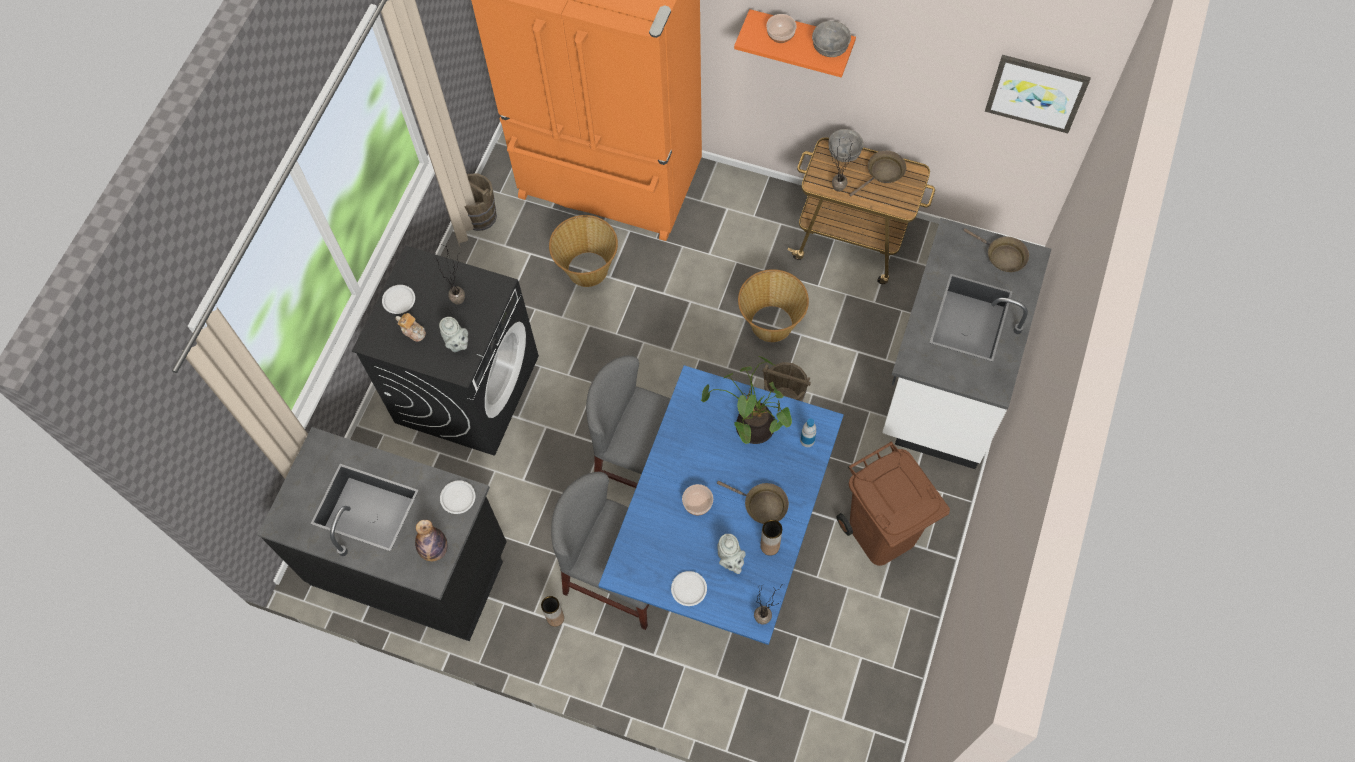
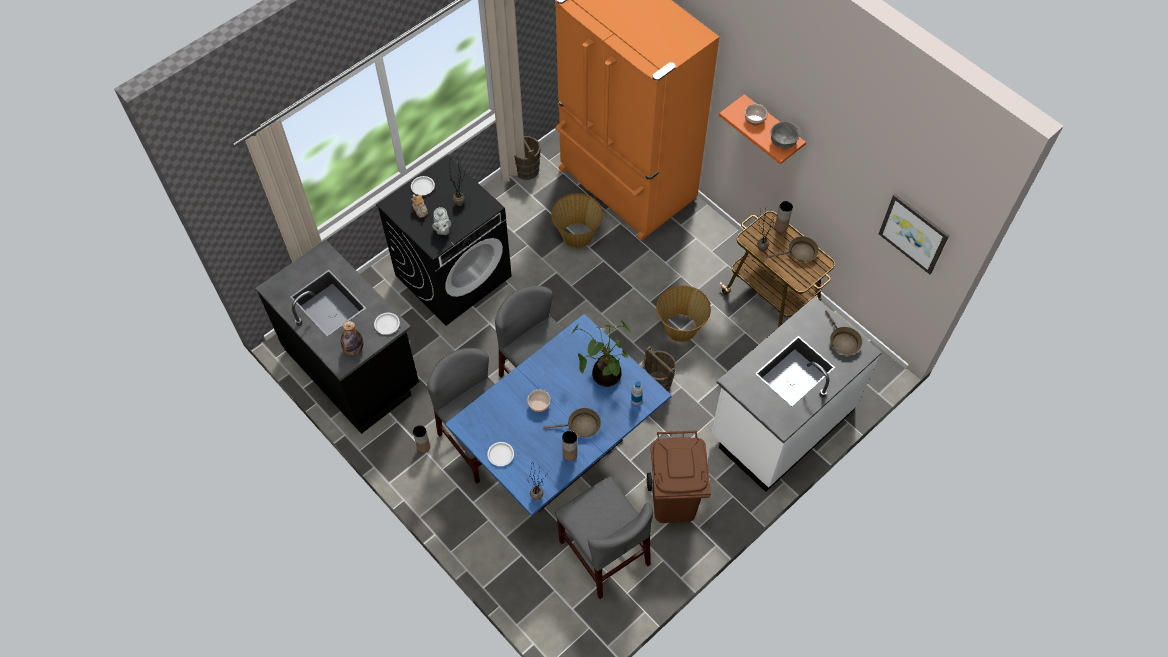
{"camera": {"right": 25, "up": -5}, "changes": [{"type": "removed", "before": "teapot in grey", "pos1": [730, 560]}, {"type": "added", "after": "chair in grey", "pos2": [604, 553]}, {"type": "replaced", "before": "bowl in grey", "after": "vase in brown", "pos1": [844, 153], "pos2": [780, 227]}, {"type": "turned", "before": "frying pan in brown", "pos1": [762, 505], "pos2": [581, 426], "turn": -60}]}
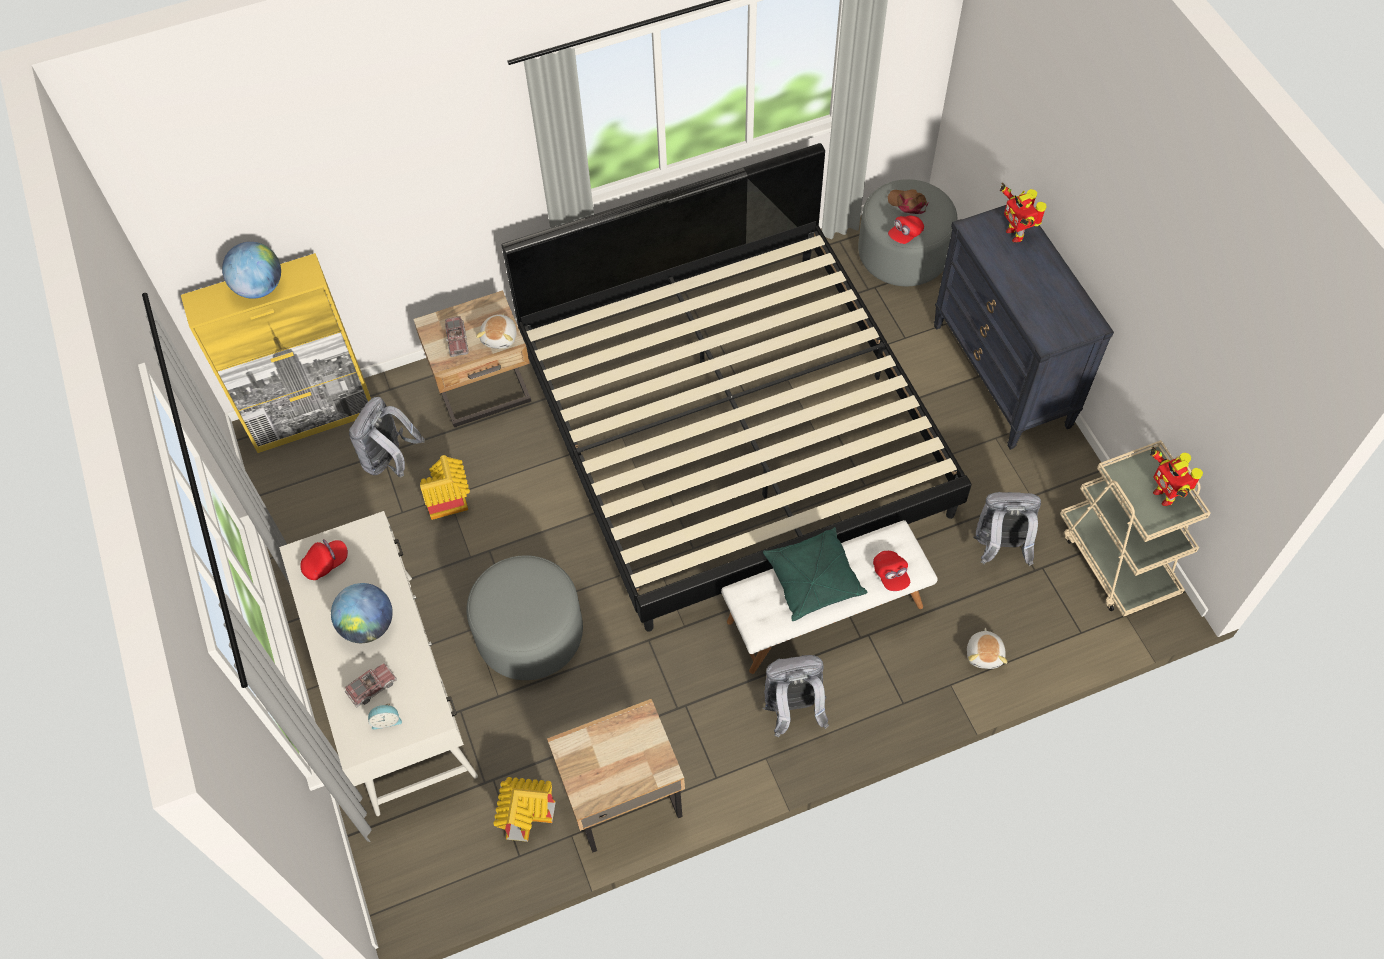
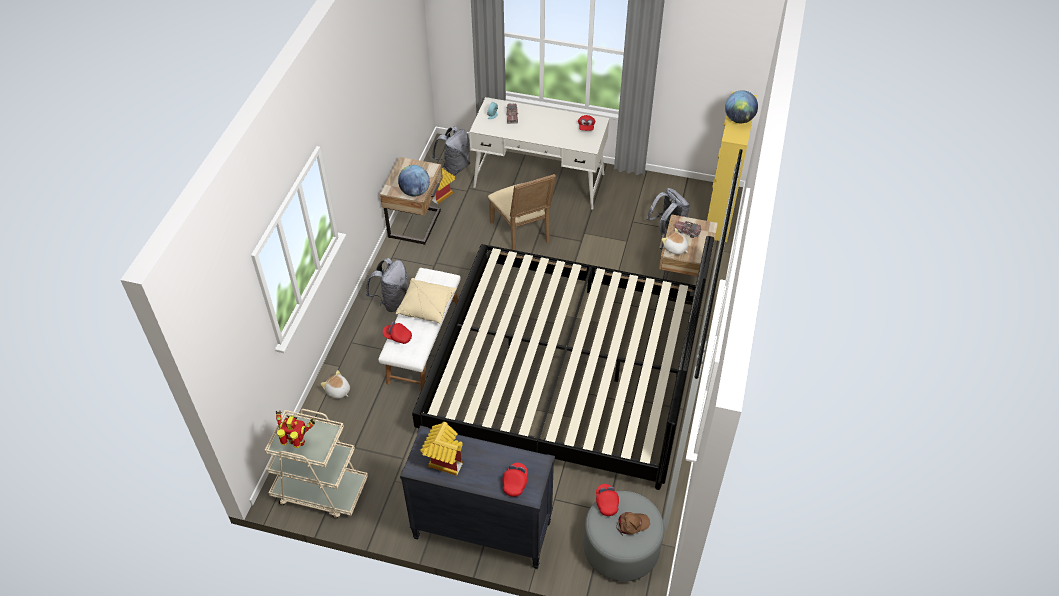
{"camera": {"right": 125, "up": -10}, "changes": [{"type": "moved", "before": "globe", "pos1": [368, 625], "pos2": [415, 192]}, {"type": "moved", "before": "toy house", "pos1": [450, 503], "pos2": [443, 459]}, {"type": "moved", "before": "backpack in grey", "pos1": [1000, 547], "pos2": [454, 167]}, {"type": "replaced", "before": "ottoman in grey", "after": "chair in beige", "pos1": [530, 633], "pos2": [523, 234]}, {"type": "replaced", "before": "toy robot", "after": "cap in red", "pos1": [1015, 233], "pos2": [515, 482]}, {"type": "recoloured", "before": "pillow in green", "after": "pillow in beige", "pos1": [813, 580], "pos2": [427, 306]}]}
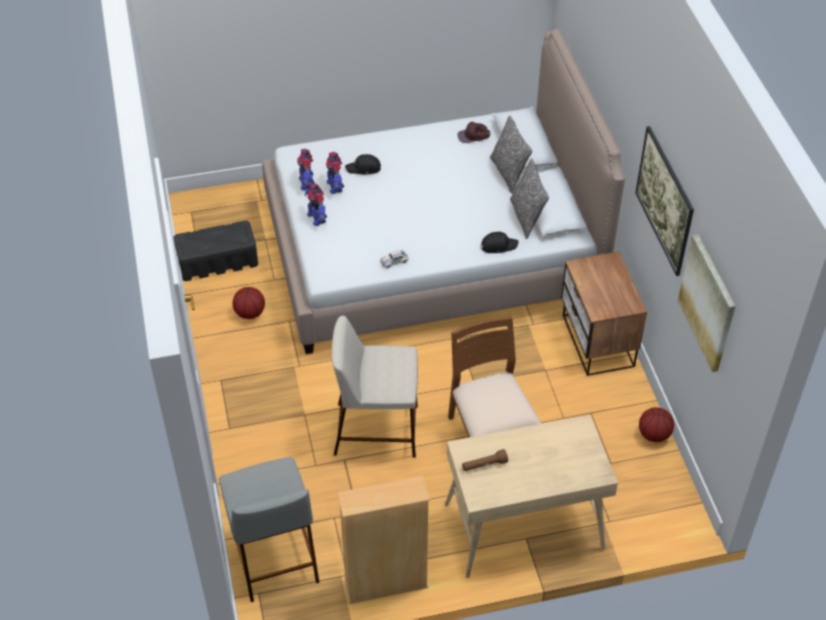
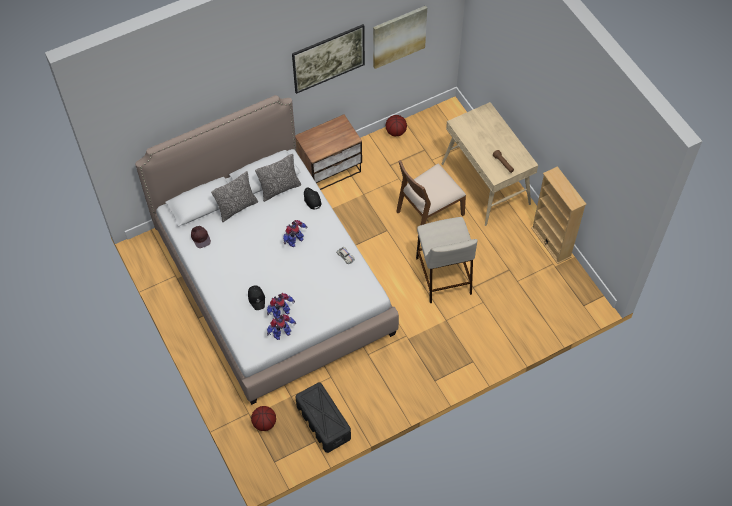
{"camera": {"right": -105, "up": 10}, "changes": [{"type": "removed", "before": "stool in grey", "pos1": [273, 554]}, {"type": "moved", "before": "basketball", "pos1": [249, 313], "pos2": [264, 423]}, {"type": "moved", "before": "toy robot", "pos1": [317, 217], "pos2": [295, 240]}]}
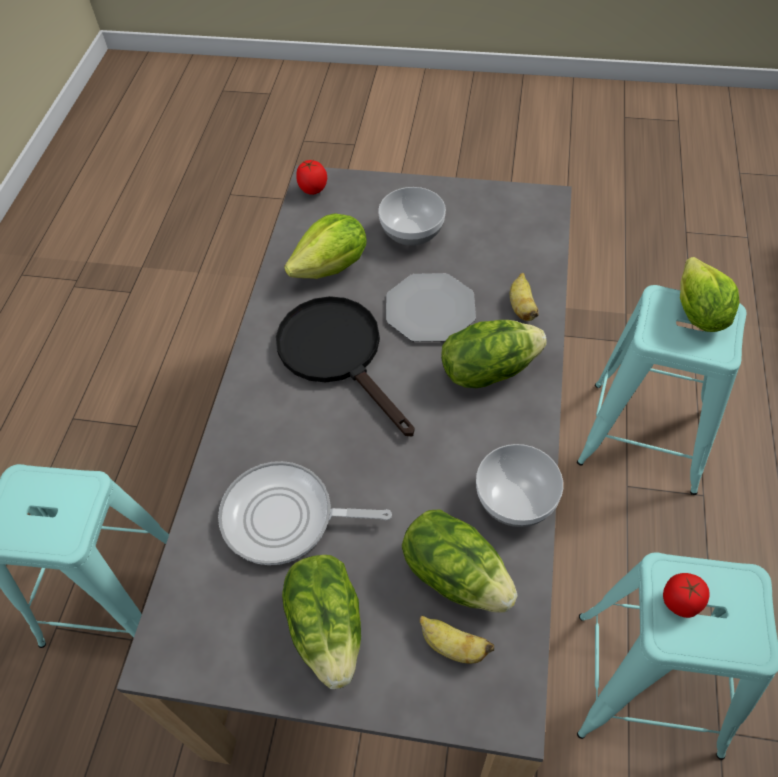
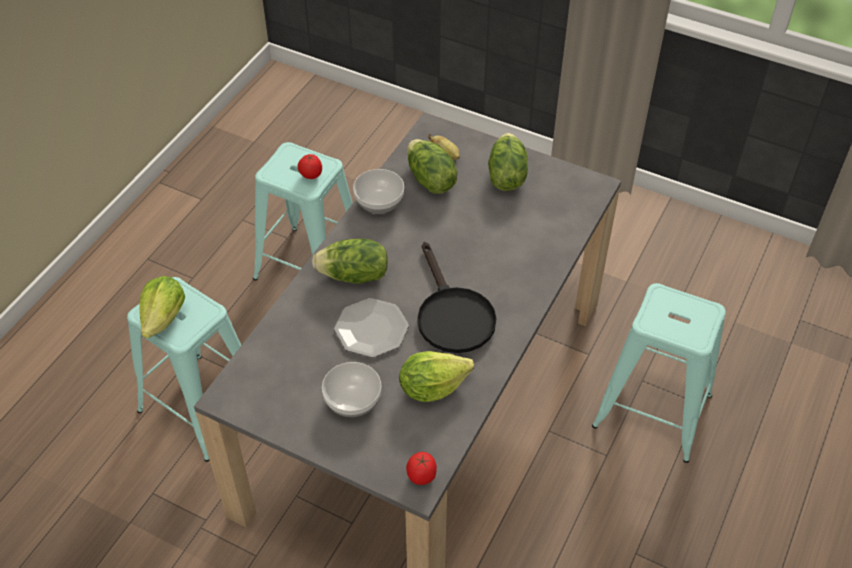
{"camera": {"right": -165, "up": -5}, "changes": [{"type": "removed", "before": "frying pan", "pos1": [285, 518]}, {"type": "removed", "before": "banana", "pos1": [521, 307]}]}
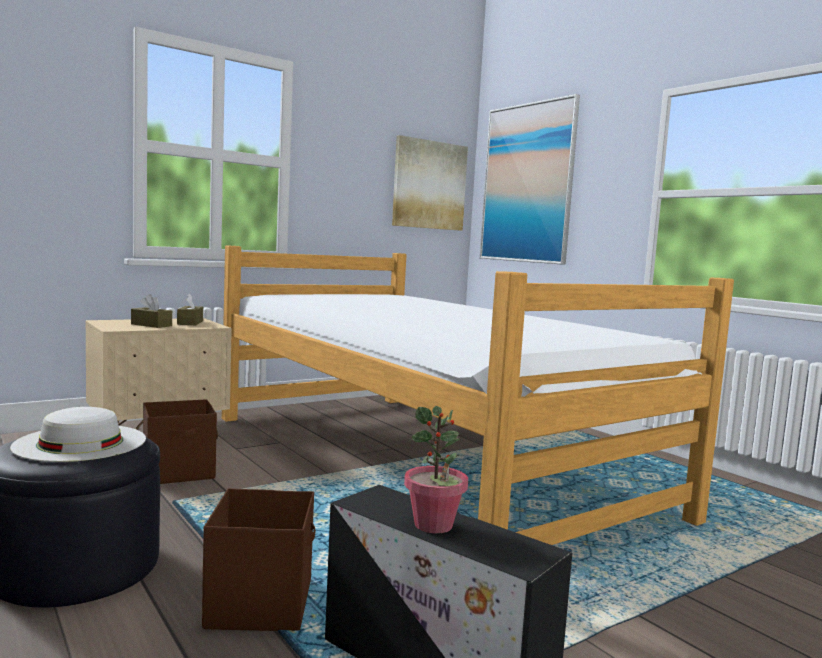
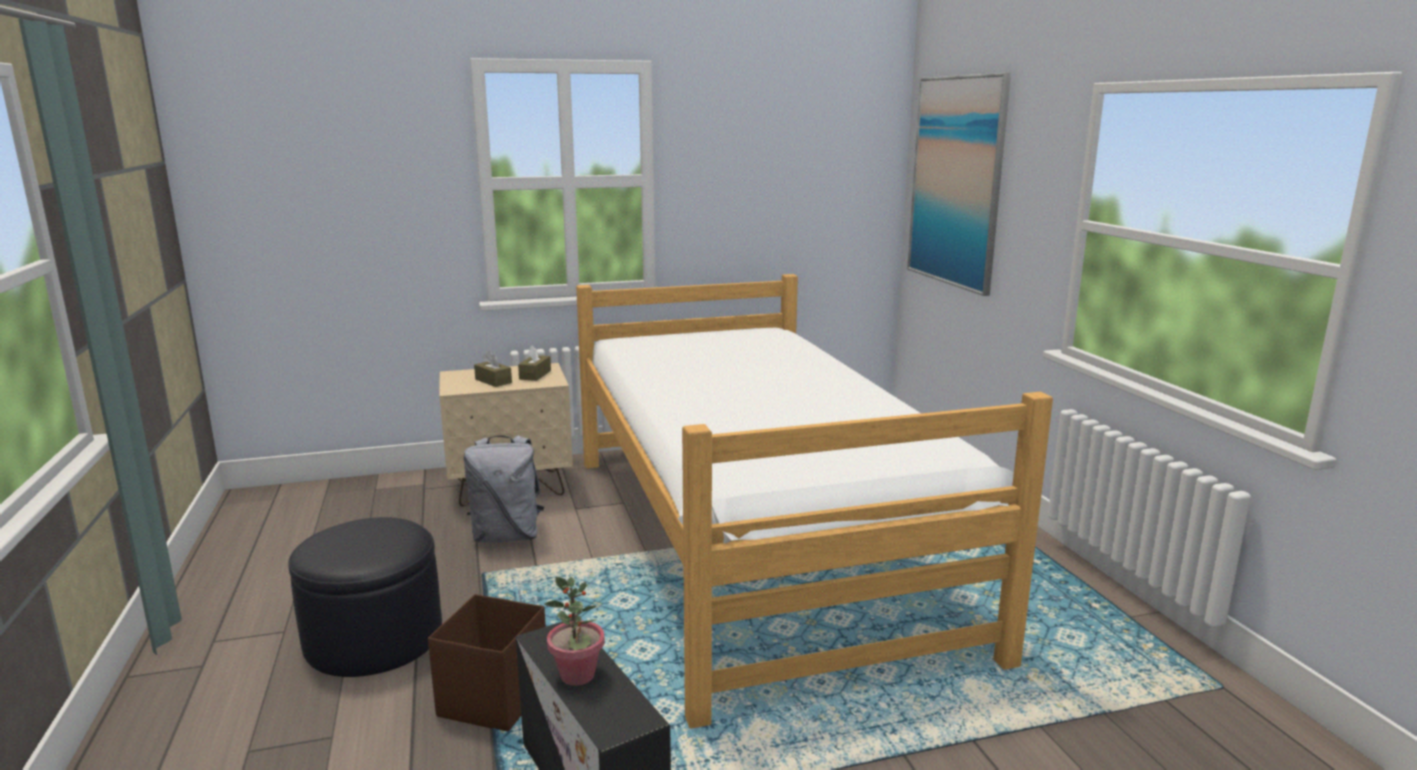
{"camera": {"right": 20, "up": 10}, "changes": [{"type": "removed", "before": "hat in white", "pos1": [80, 442]}, {"type": "removed", "before": "picture", "pos1": [429, 185]}, {"type": "replaced", "before": "storage box in brown", "after": "backpack in grey", "pos1": [179, 472], "pos2": [507, 536]}]}
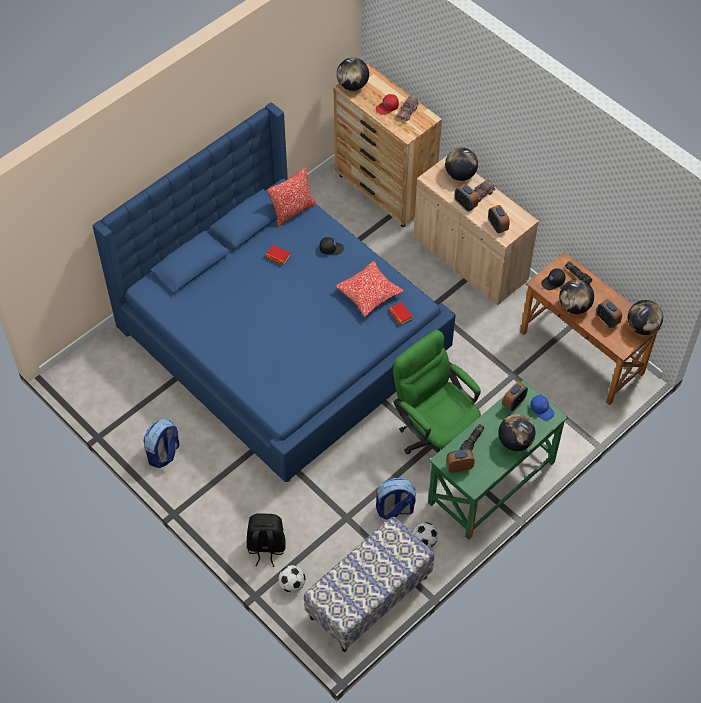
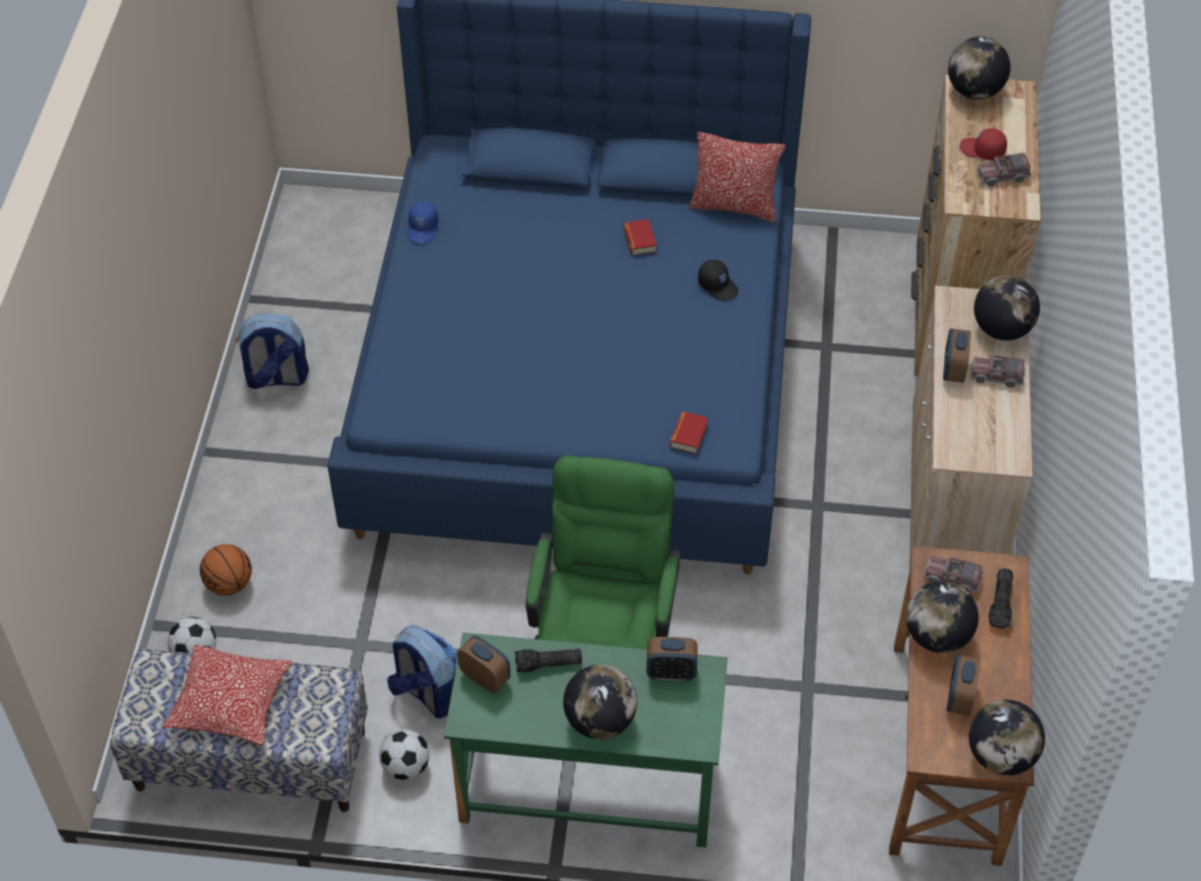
{"camera": {"right": 50, "up": -5}, "changes": [{"type": "removed", "before": "alarm clock", "pos1": [497, 226]}, {"type": "moved", "before": "pillow", "pos1": [369, 293], "pos2": [230, 703]}, {"type": "moved", "before": "cap in blue", "pos1": [542, 409], "pos2": [423, 228]}, {"type": "replaced", "before": "backpack in black", "after": "basketball", "pos1": [266, 547], "pos2": [229, 584]}, {"type": "replaced", "before": "cap in black", "after": "toy truck", "pos1": [553, 282], "pos2": [952, 578]}]}
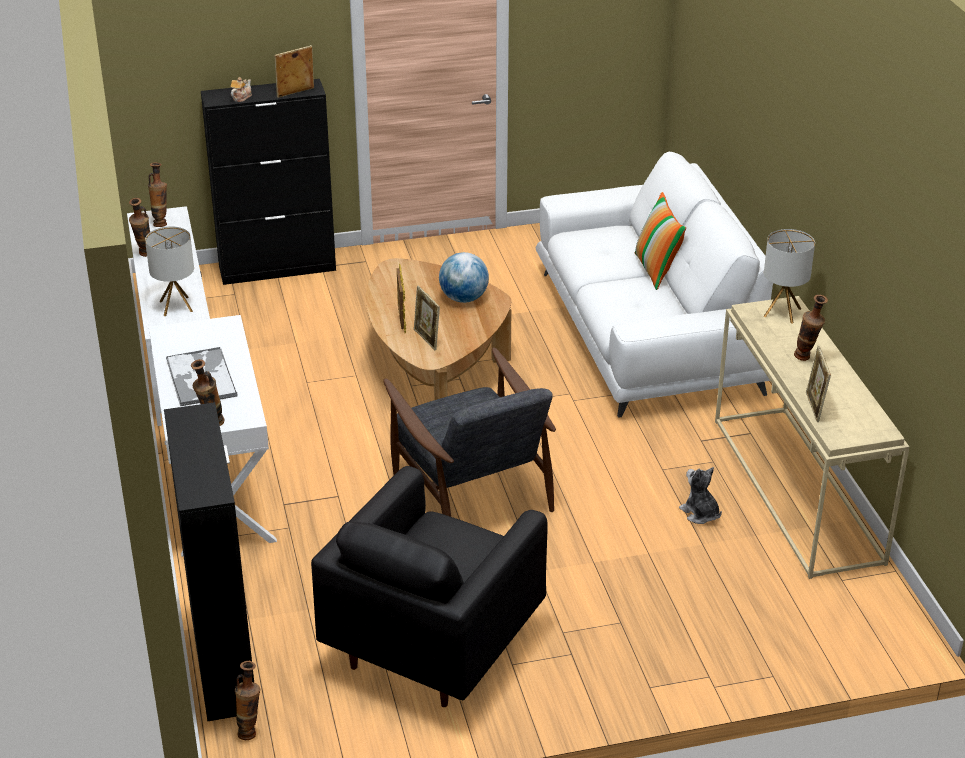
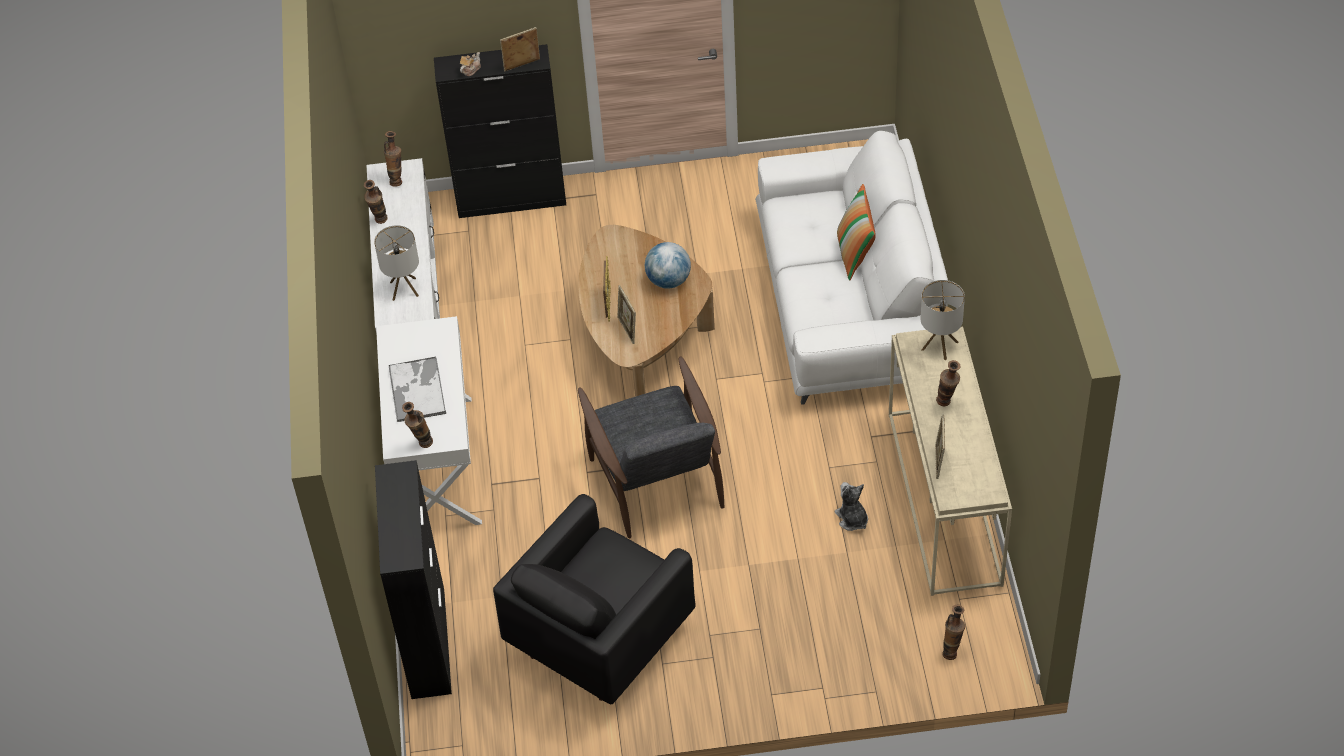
{"camera": {"right": 10, "up": 15}, "changes": [{"type": "moved", "before": "vase", "pos1": [250, 731], "pos2": [952, 651]}]}
